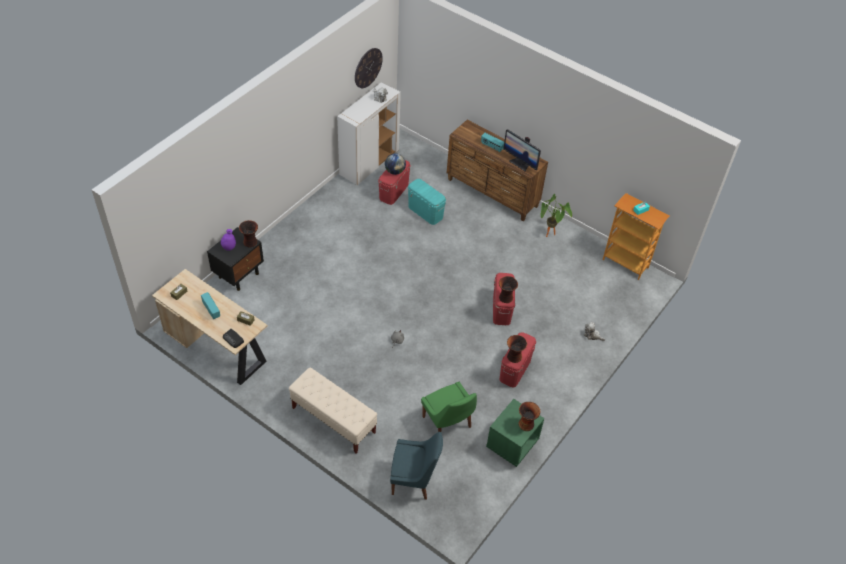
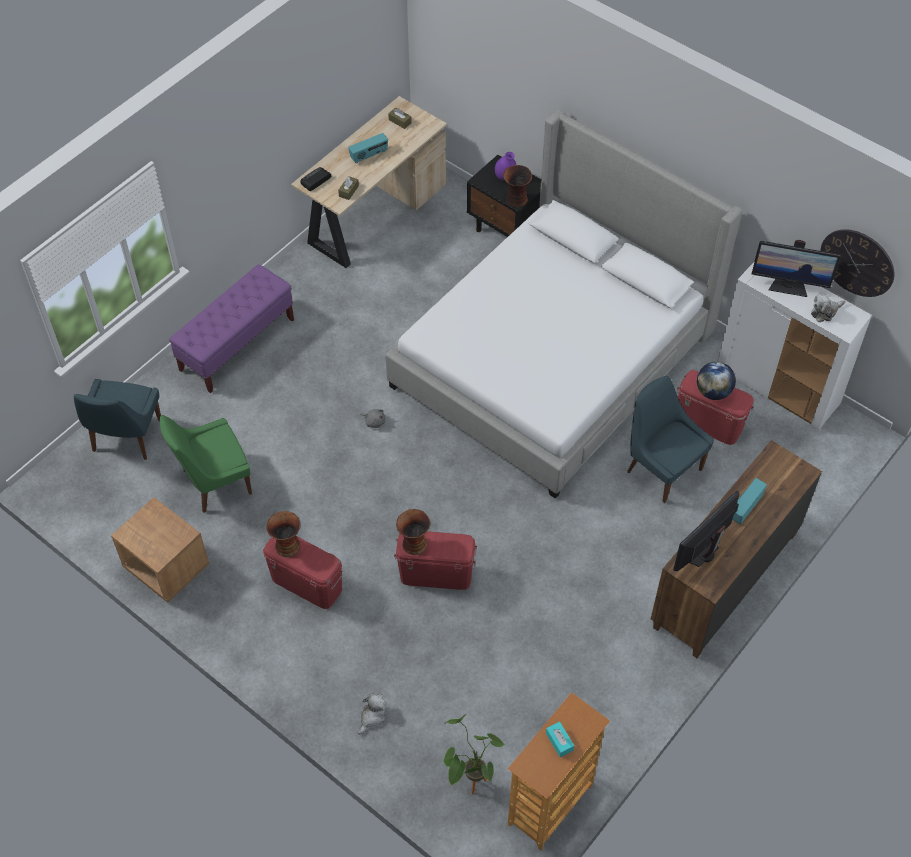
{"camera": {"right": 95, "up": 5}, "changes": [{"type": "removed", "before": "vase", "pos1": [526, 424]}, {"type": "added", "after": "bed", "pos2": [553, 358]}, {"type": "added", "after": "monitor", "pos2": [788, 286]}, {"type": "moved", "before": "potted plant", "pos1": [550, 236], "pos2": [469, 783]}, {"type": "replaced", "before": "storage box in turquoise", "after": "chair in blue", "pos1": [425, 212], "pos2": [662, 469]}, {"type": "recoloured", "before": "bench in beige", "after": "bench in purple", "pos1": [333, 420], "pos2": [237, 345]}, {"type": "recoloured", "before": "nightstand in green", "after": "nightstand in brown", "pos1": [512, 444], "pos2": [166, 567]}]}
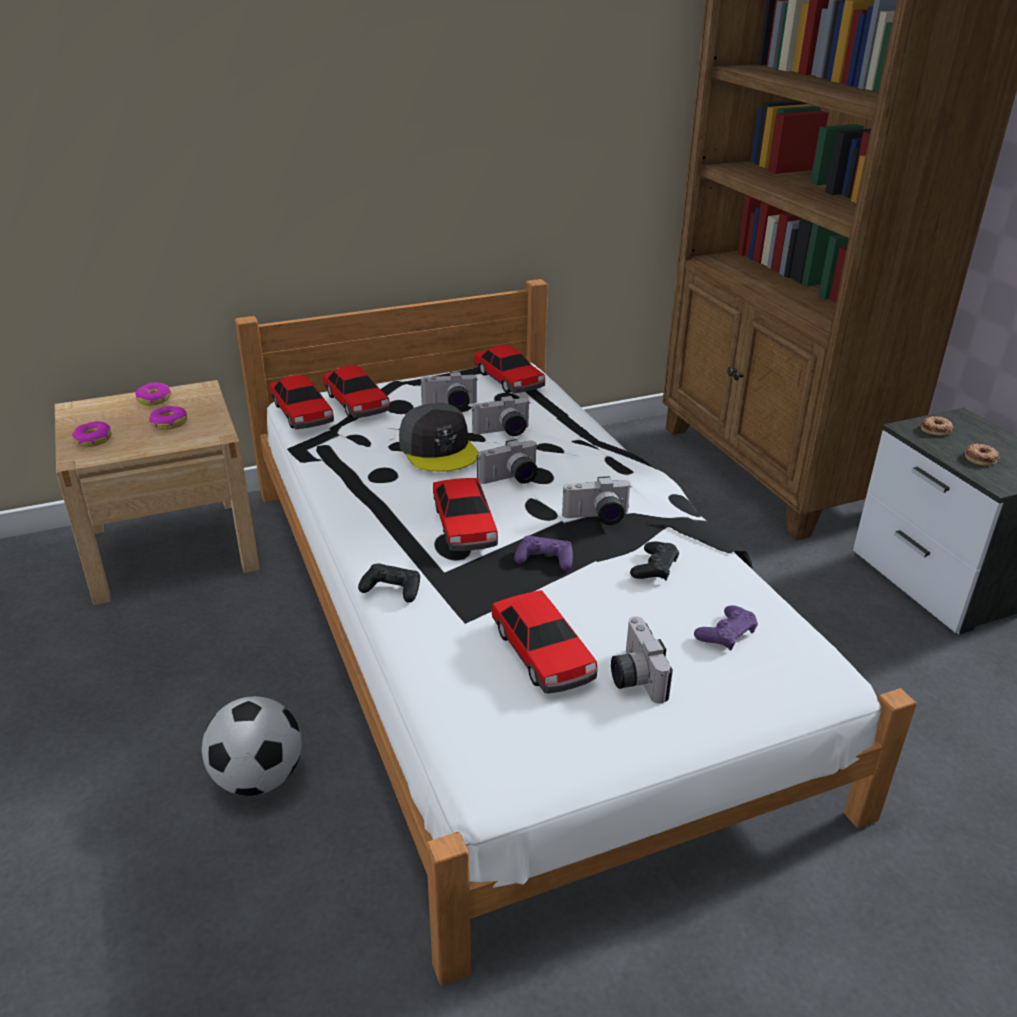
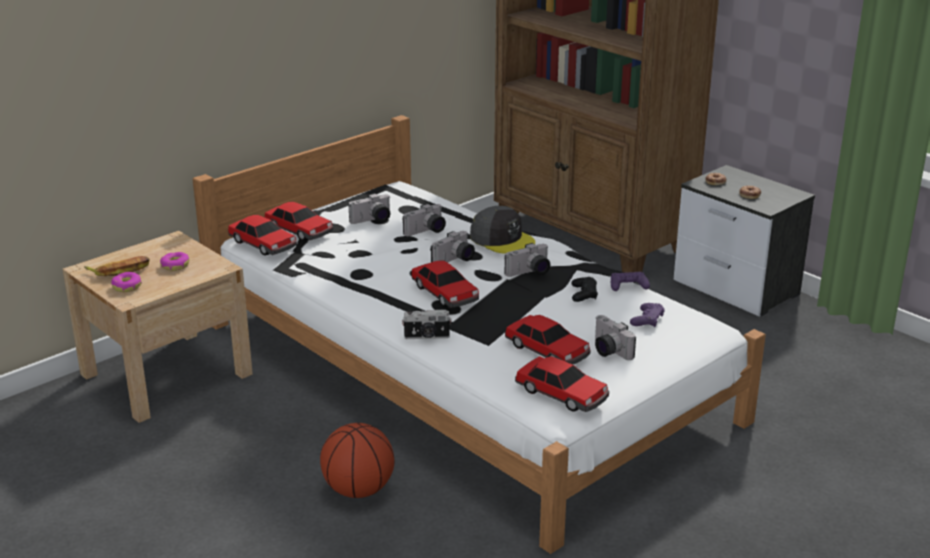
{"camera": {"right": -20, "up": -5}, "changes": [{"type": "removed", "before": "donut", "pos1": [154, 399]}, {"type": "added", "after": "banana", "pos2": [120, 270]}, {"type": "moved", "before": "cap in grey", "pos1": [438, 449], "pos2": [502, 239]}, {"type": "moved", "before": "toy car", "pos1": [509, 380], "pos2": [562, 394]}, {"type": "moved", "before": "game controller in purple", "pos1": [545, 559], "pos2": [628, 286]}, {"type": "replaced", "before": "football", "after": "basketball", "pos1": [258, 778], "pos2": [358, 490]}, {"type": "replaced", "before": "game controller in black", "after": "photo camera", "pos1": [392, 589], "pos2": [427, 337]}]}
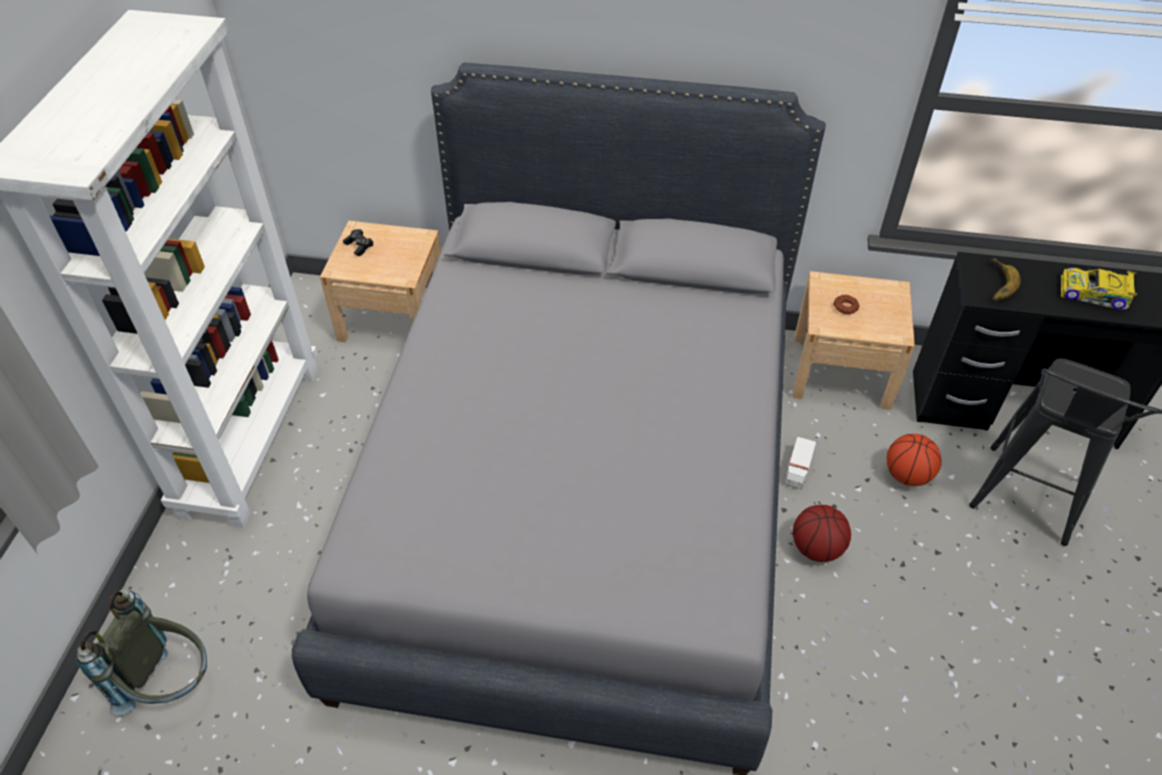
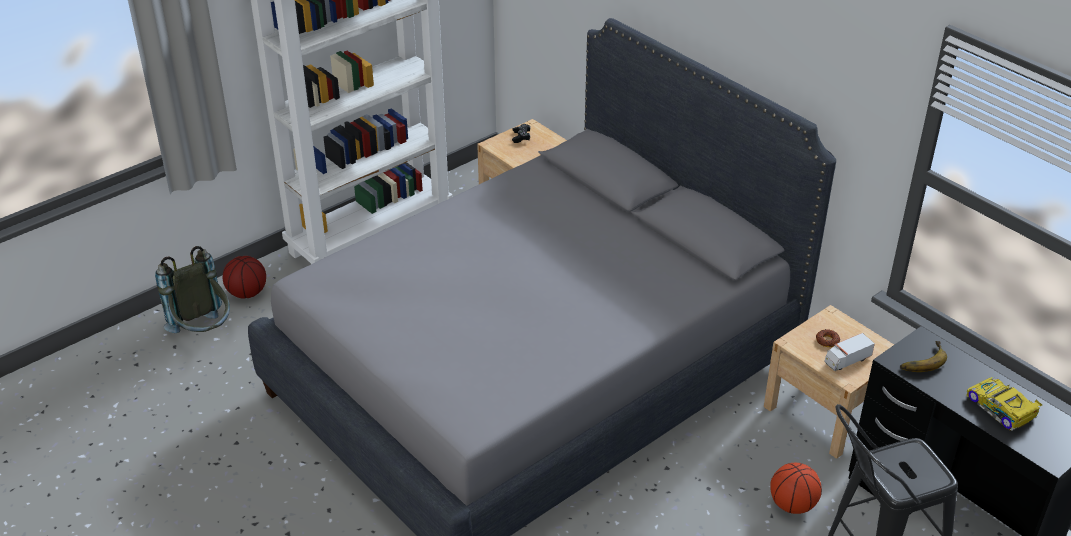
{"camera": {"right": 40, "up": -10}, "changes": [{"type": "moved", "before": "toy truck", "pos1": [797, 470], "pos2": [847, 360]}, {"type": "moved", "before": "basketball", "pos1": [817, 548], "pos2": [247, 293]}]}
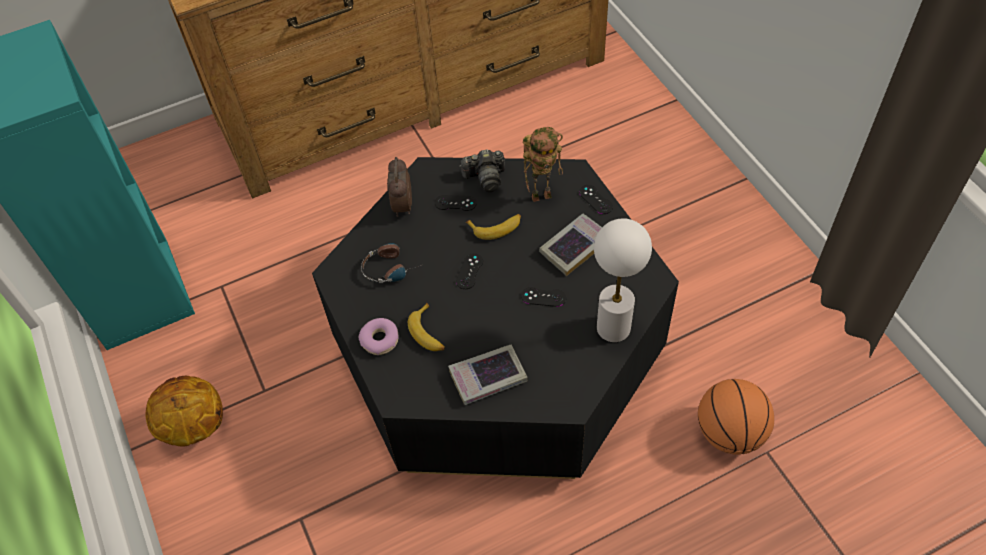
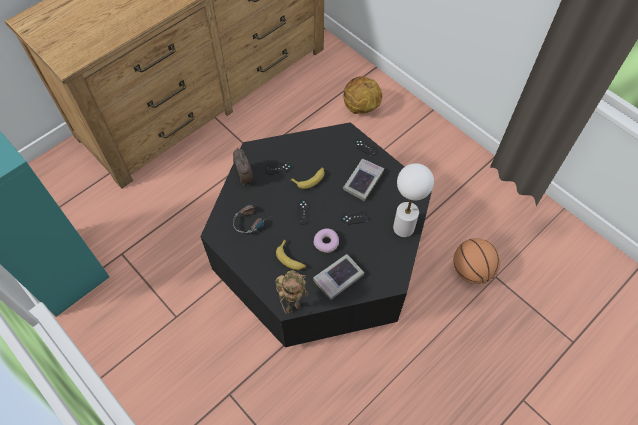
{"camera": {"right": -20, "up": 5}, "changes": [{"type": "removed", "before": "photo camera", "pos1": [485, 178]}, {"type": "moved", "before": "basketball", "pos1": [193, 427], "pos2": [360, 107]}, {"type": "moved", "before": "donut", "pos1": [380, 340], "pos2": [326, 242]}, {"type": "moved", "before": "toy robot", "pos1": [542, 195], "pos2": [293, 306]}]}
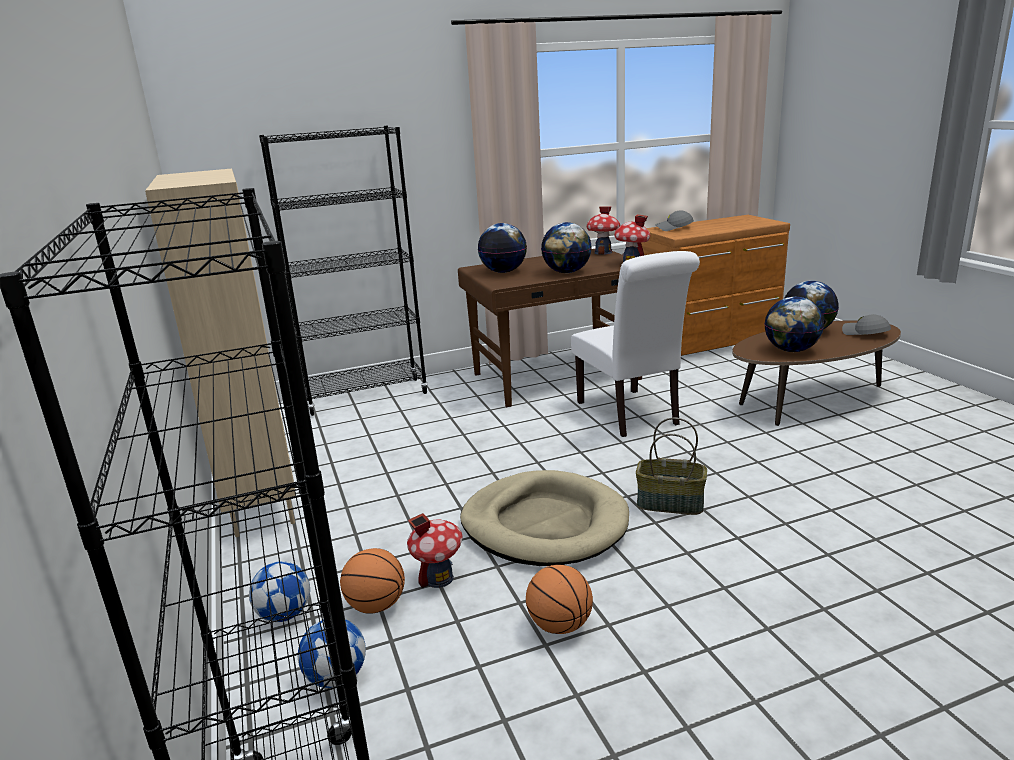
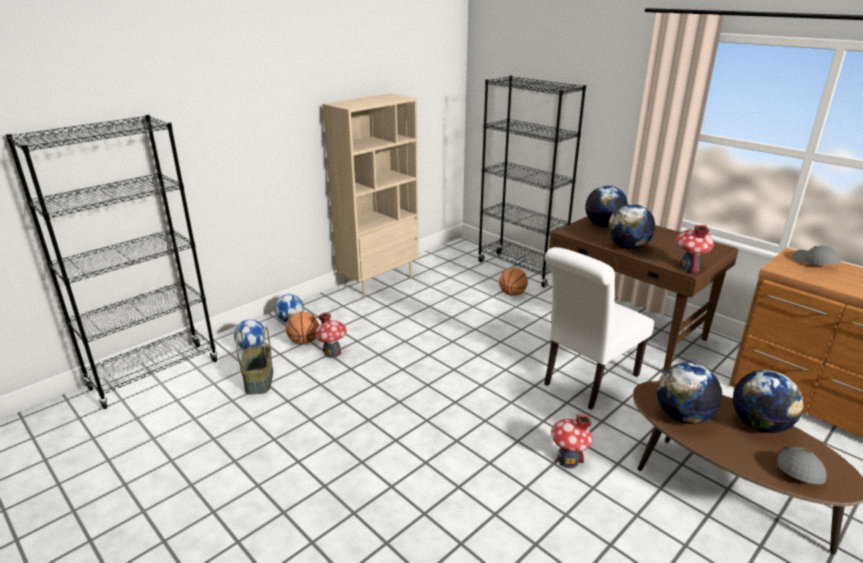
{"camera": {"right": 65, "up": 5}, "changes": [{"type": "removed", "before": "dog bed in beige", "pos1": [544, 524]}, {"type": "moved", "before": "basketball", "pos1": [560, 625], "pos2": [512, 294]}, {"type": "moved", "before": "toy house", "pos1": [603, 252], "pos2": [568, 460]}, {"type": "moved", "before": "basket", "pos1": [669, 504], "pos2": [258, 380]}]}
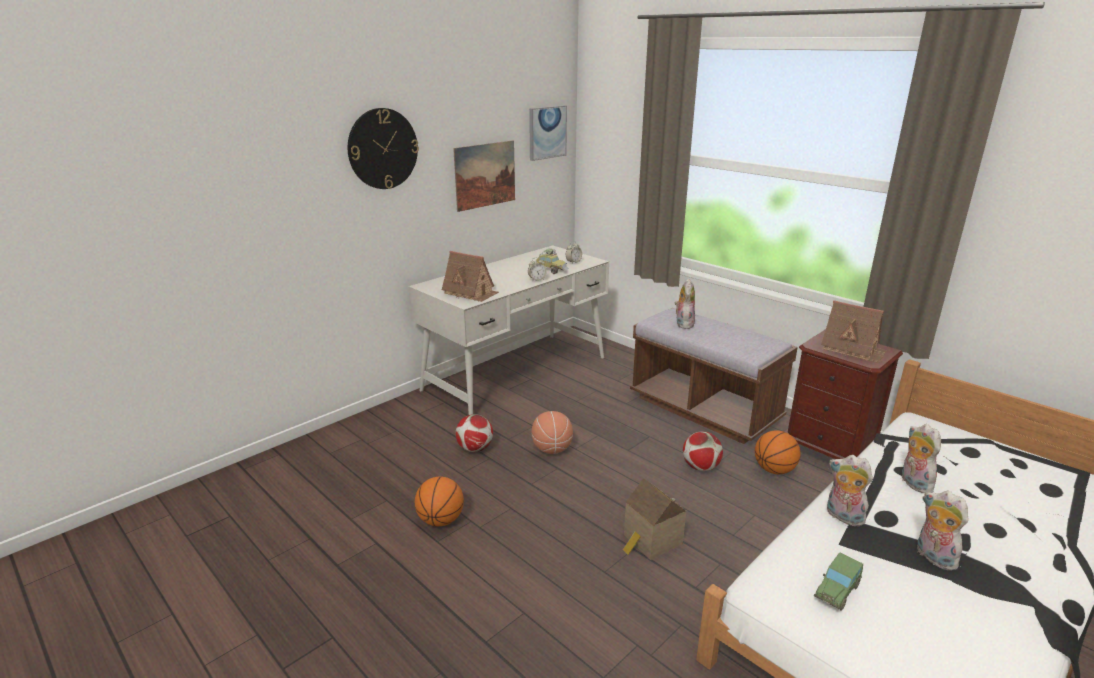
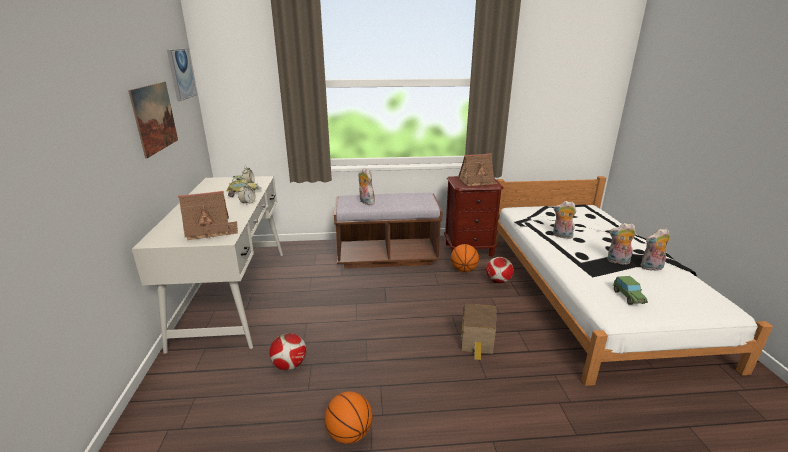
{"camera": {"right": -50, "up": 0}, "changes": [{"type": "removed", "before": "wall clock", "pos1": [383, 149]}, {"type": "removed", "before": "basketball", "pos1": [552, 449]}, {"type": "moved", "before": "football", "pos1": [700, 467], "pos2": [498, 281]}, {"type": "moved", "before": "plush toy", "pos1": [842, 517], "pos2": [651, 268]}]}
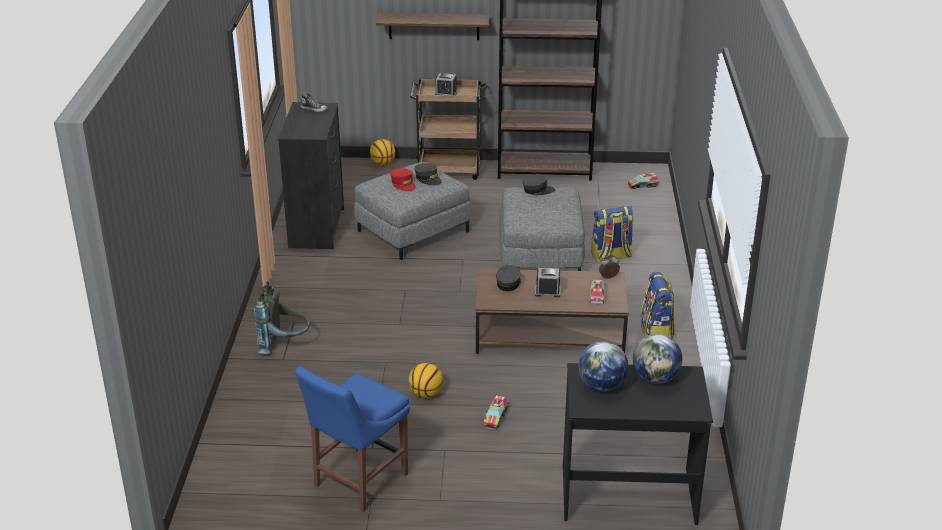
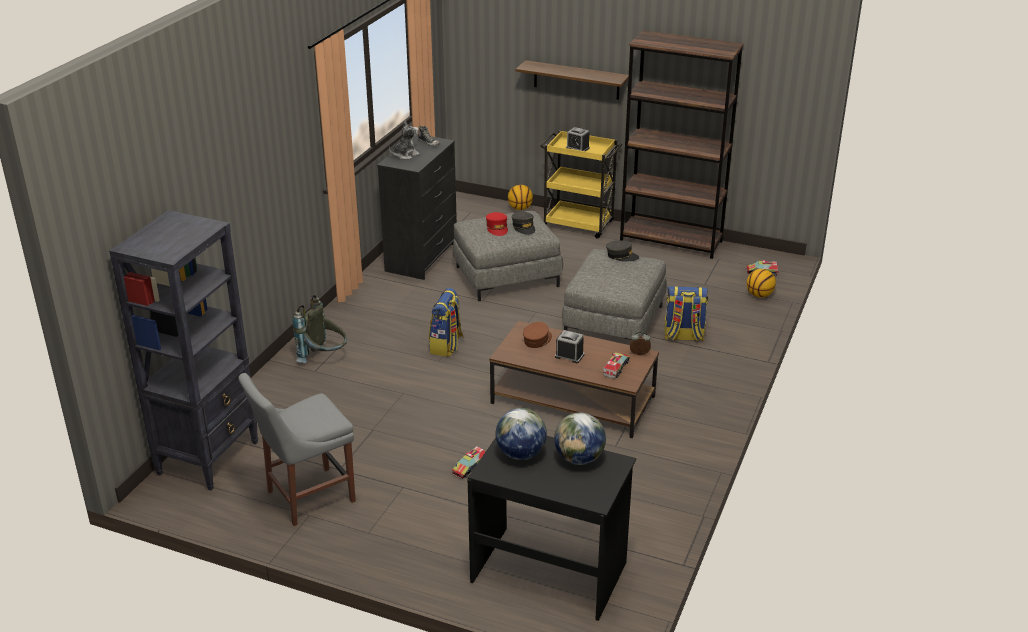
{"camera": {"right": 20, "up": 0}, "changes": [{"type": "added", "after": "bookcase in black", "pos2": [209, 457]}, {"type": "added", "after": "plush toy", "pos2": [405, 155]}, {"type": "moved", "before": "basketball", "pos1": [426, 393], "pos2": [759, 295]}, {"type": "moved", "before": "backpack", "pos1": [656, 332], "pos2": [446, 346]}, {"type": "recoloured", "before": "chair in blue", "after": "chair in grey", "pos1": [357, 482], "pos2": [306, 497]}, {"type": "recoloured", "before": "cart in brown", "after": "cart in yellow", "pos1": [449, 170], "pos2": [578, 225]}, {"type": "recoloured", "before": "cap in grey", "after": "cap in brown", "pos1": [508, 283], "pos2": [537, 340]}]}
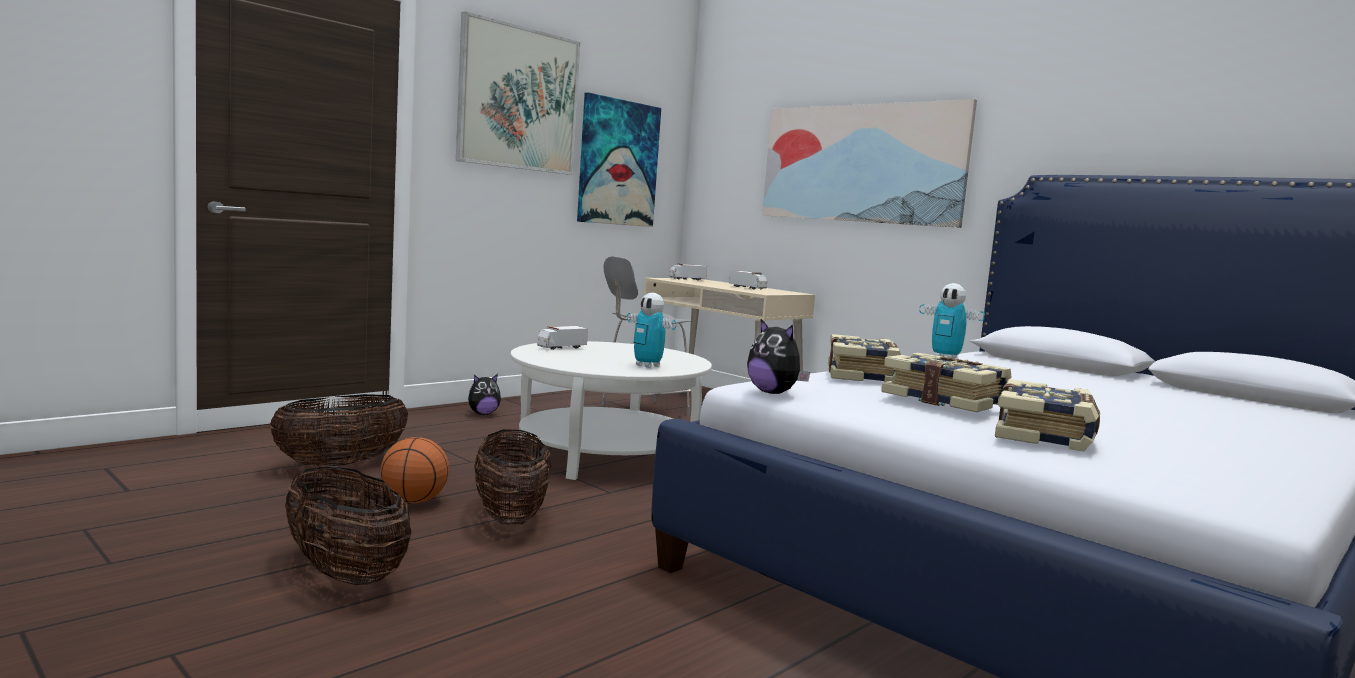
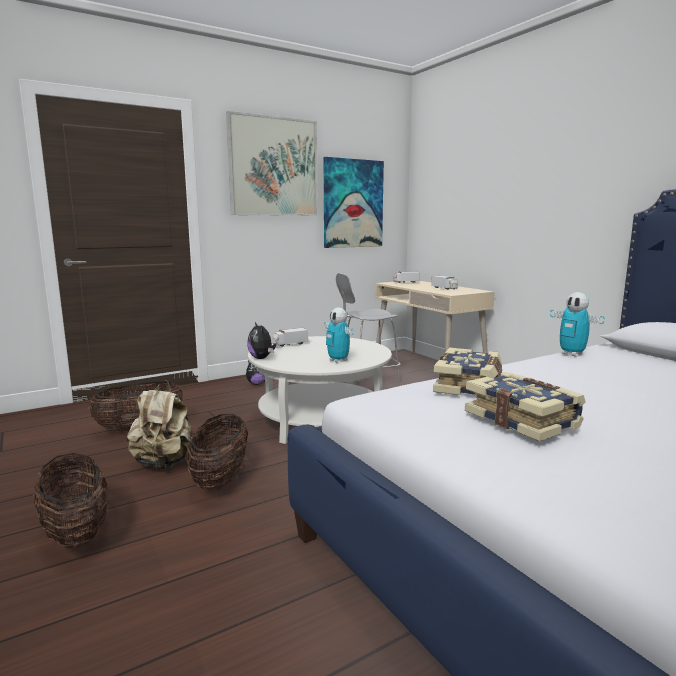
{"camera": {"right": 15, "up": 5}, "changes": [{"type": "removed", "before": "picture", "pos1": [860, 163]}, {"type": "removed", "before": "book", "pos1": [1046, 436]}, {"type": "moved", "before": "plush toy", "pos1": [773, 393], "pos2": [262, 358]}, {"type": "replaced", "before": "basketball", "after": "backpack in beige", "pos1": [414, 501], "pos2": [164, 463]}]}
